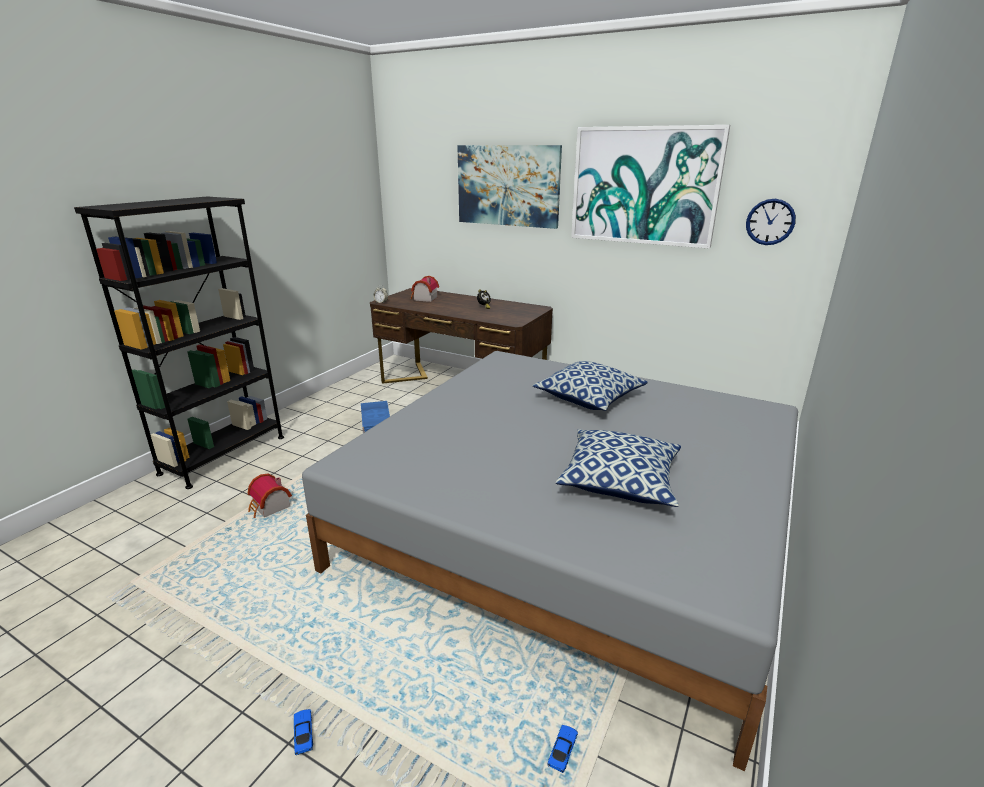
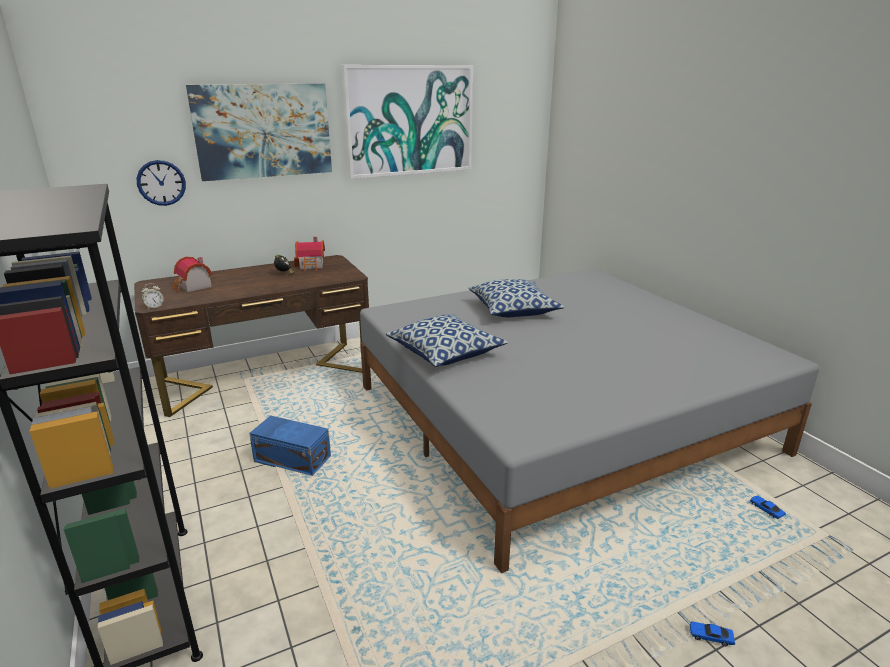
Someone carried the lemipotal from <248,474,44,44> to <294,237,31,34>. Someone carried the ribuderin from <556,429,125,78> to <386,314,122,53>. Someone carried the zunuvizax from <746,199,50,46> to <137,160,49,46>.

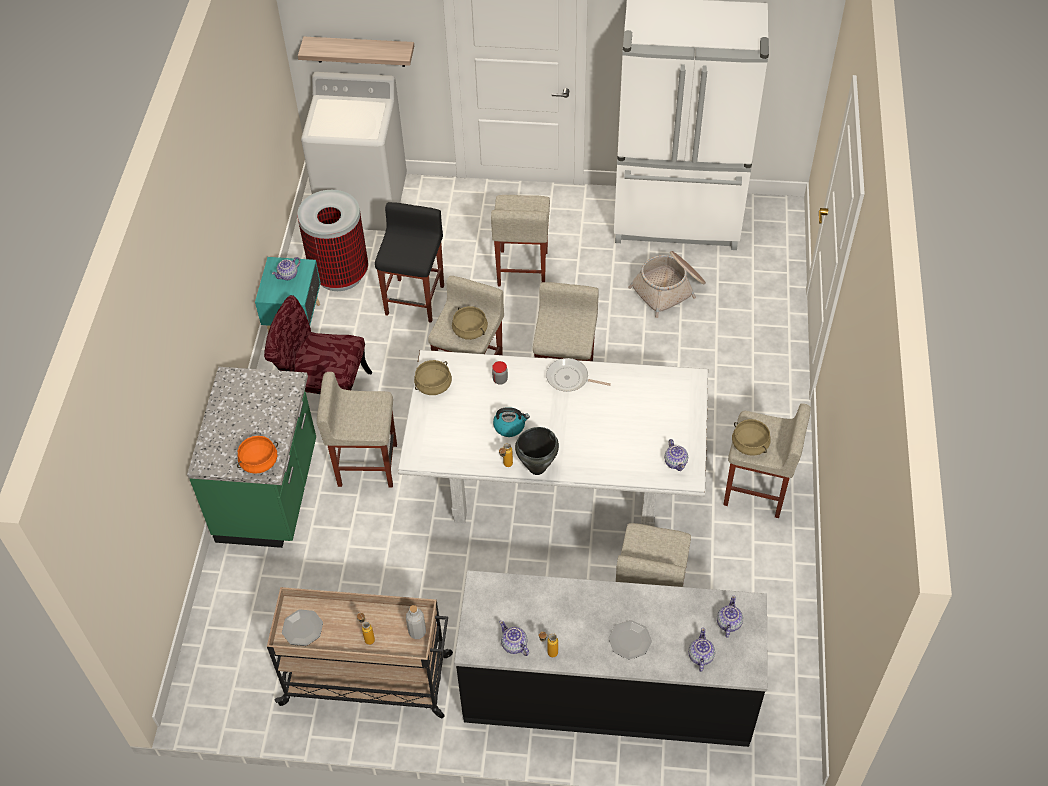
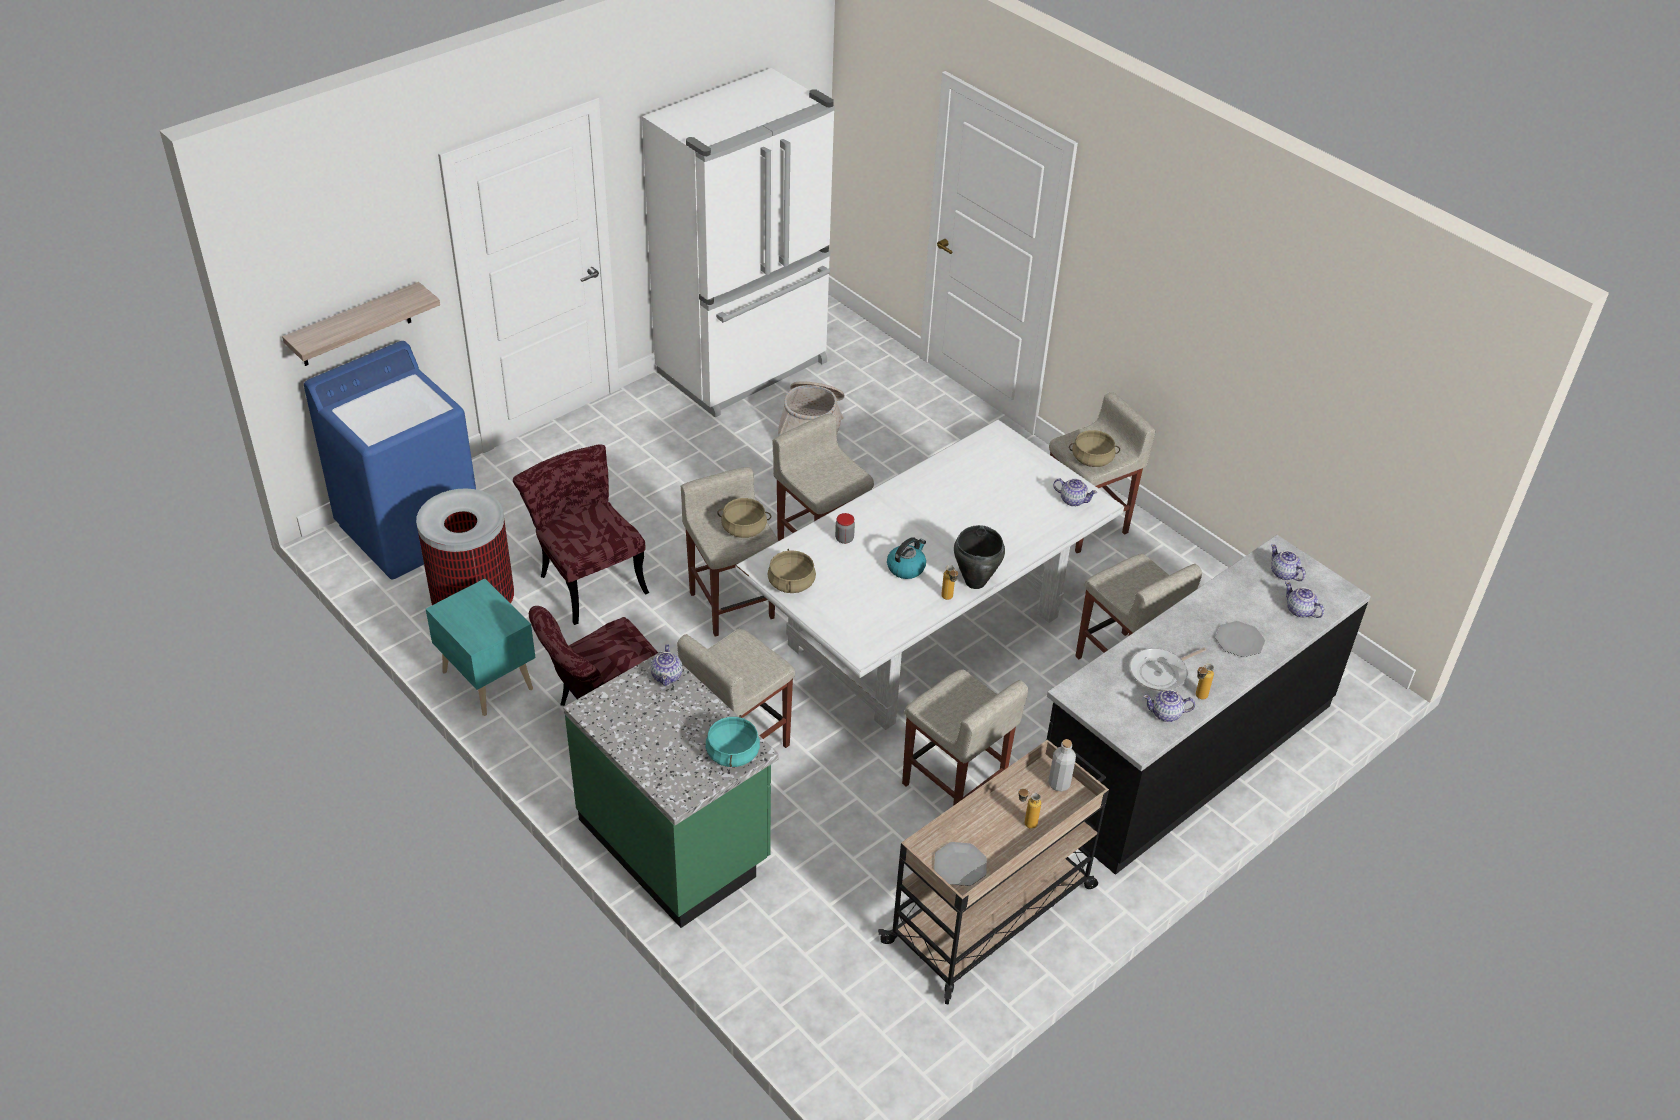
Someone carried the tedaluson from <272,257,29,23> to <651,644,31,42>. Someone carried the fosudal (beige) from <491,195,59,91> to <902,669,126,137>. Someone carried the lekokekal from <546,358,65,34> to <1130,648,76,43>. Someone swapped the fosudal (black) at <375,202,69,121> for the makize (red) at <513,444,136,181>. Someone repainted the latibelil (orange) at <237,436,41,38>, which became the latibelil (turquoise) at <706,715,54,52>. Someone repainted the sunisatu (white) at <301,72,106,159>, which became the sunisatu (blue) at <304,341,172,239>.

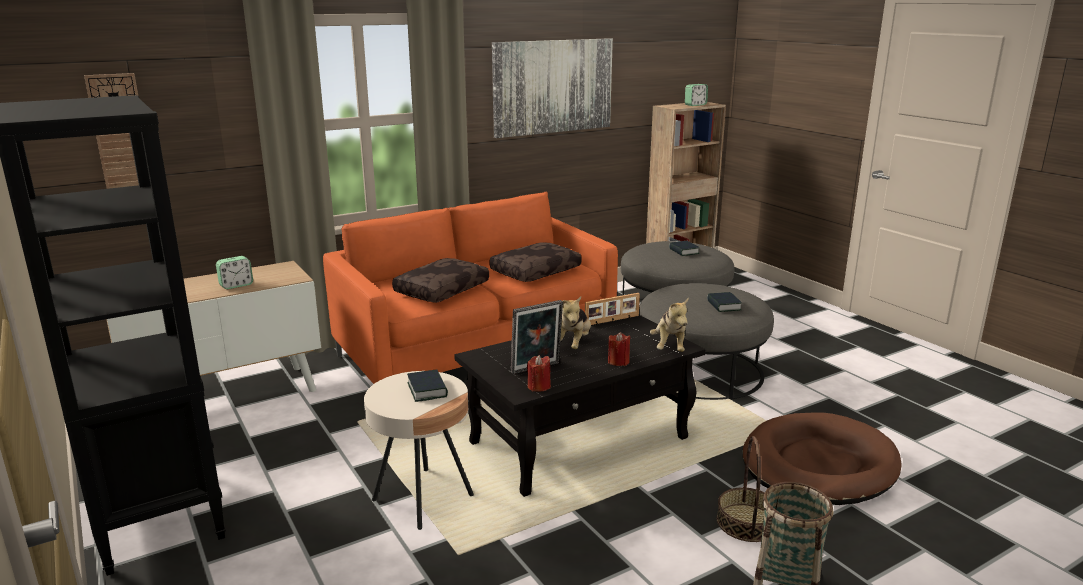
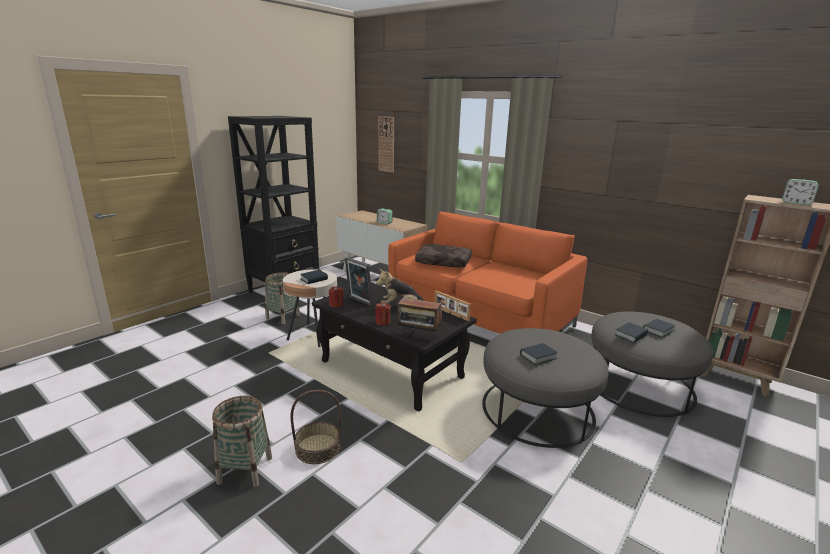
Someone took away the ribuderin (brown) at <489,242,93,40>. Someone took away the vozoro at <492,38,121,100>. Someone took away the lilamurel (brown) at <742,413,160,92>. Someone put down the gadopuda at <265,272,35,52>. Someone put down the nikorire at <615,322,33,21>. Someone swapped the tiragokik at <650,298,39,54> for the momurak at <397,298,46,36>.

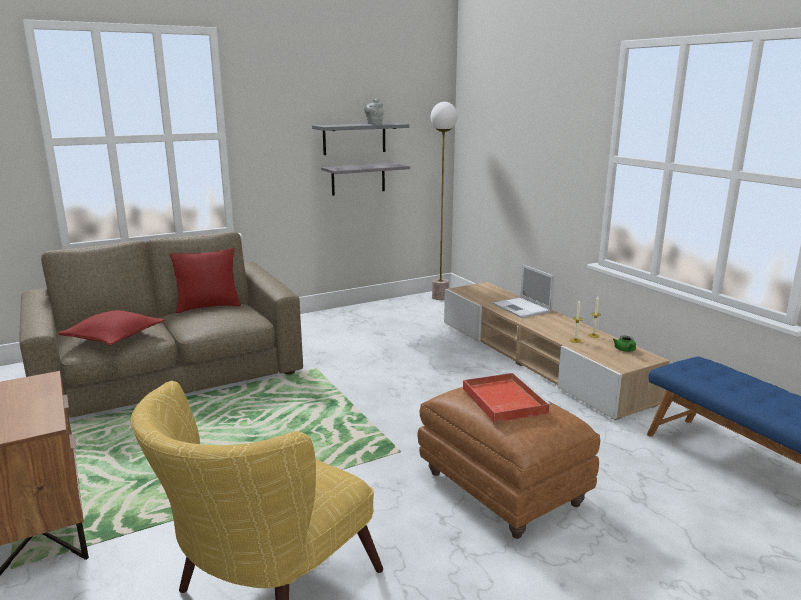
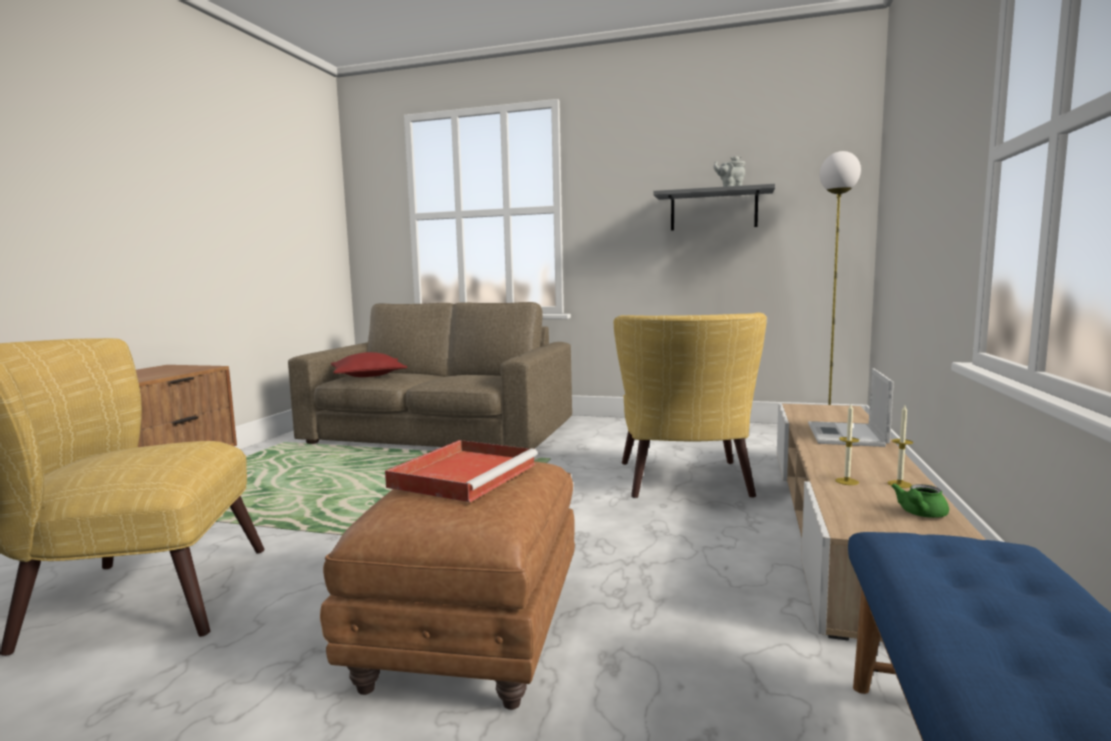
Someone took away the ribuderin (red) at <170,248,71,65>. Someone took away the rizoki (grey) at <321,163,89,33>. Someone put down the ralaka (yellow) at <614,312,153,186>.

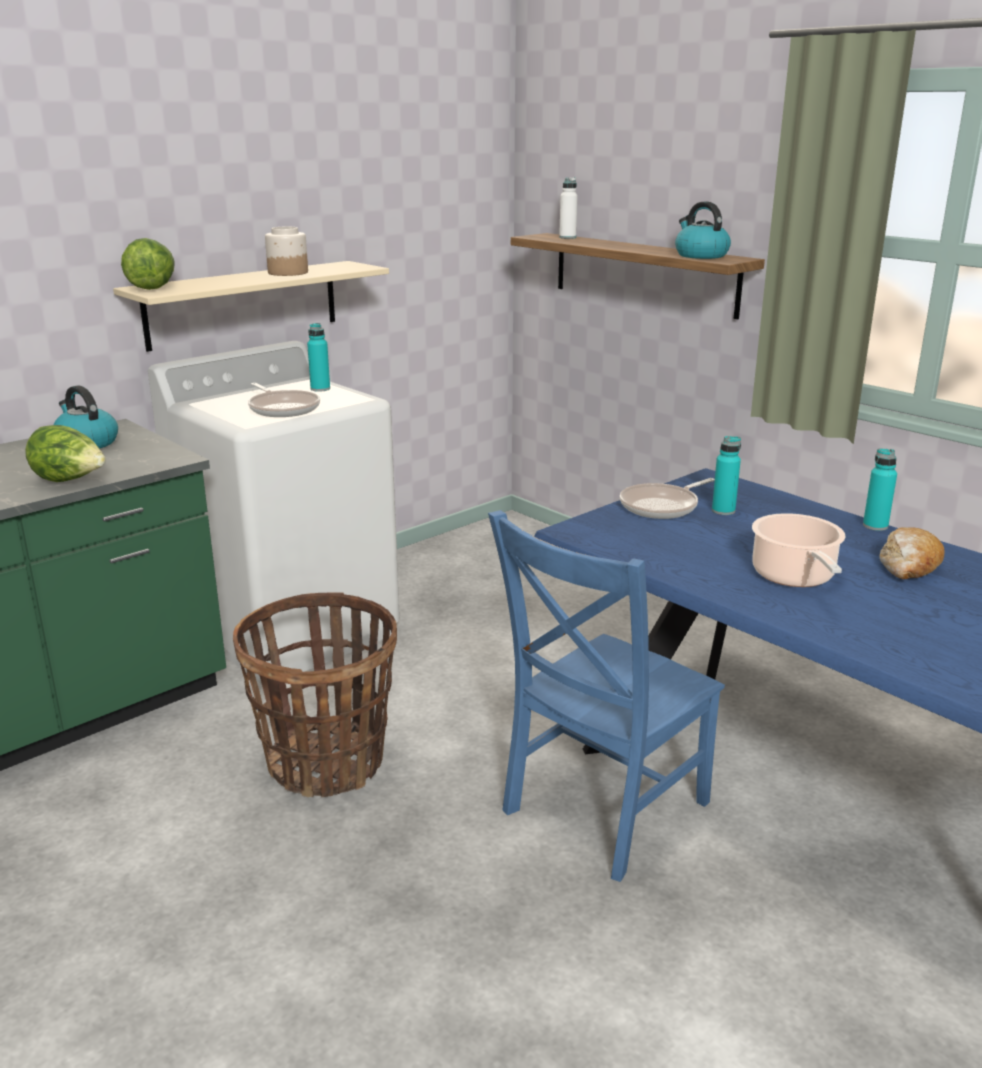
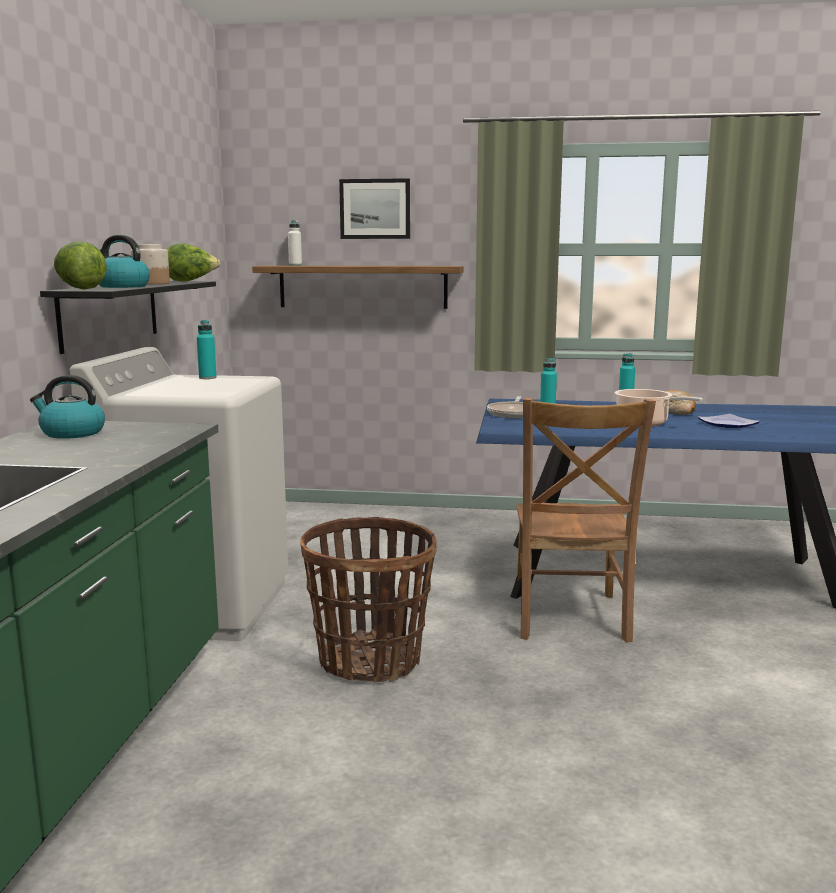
Someone took away the lekokekal at <248,383,72,34>. Someone put up the vozoro at <339,178,71,61>. Someone put down the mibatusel at <698,414,62,14>. Someone carried the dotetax from <25,425,81,57> to <167,243,53,39>. Someone carried the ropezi from <675,202,56,57> to <99,235,51,53>. Someone repainted the rizoki (beige) at <113,261,276,91>, which became the rizoki (black) at <40,281,176,73>. Someone repainted the makize (blue) at <488,510,237,372>, which became the makize (brown) at <517,398,139,245>.

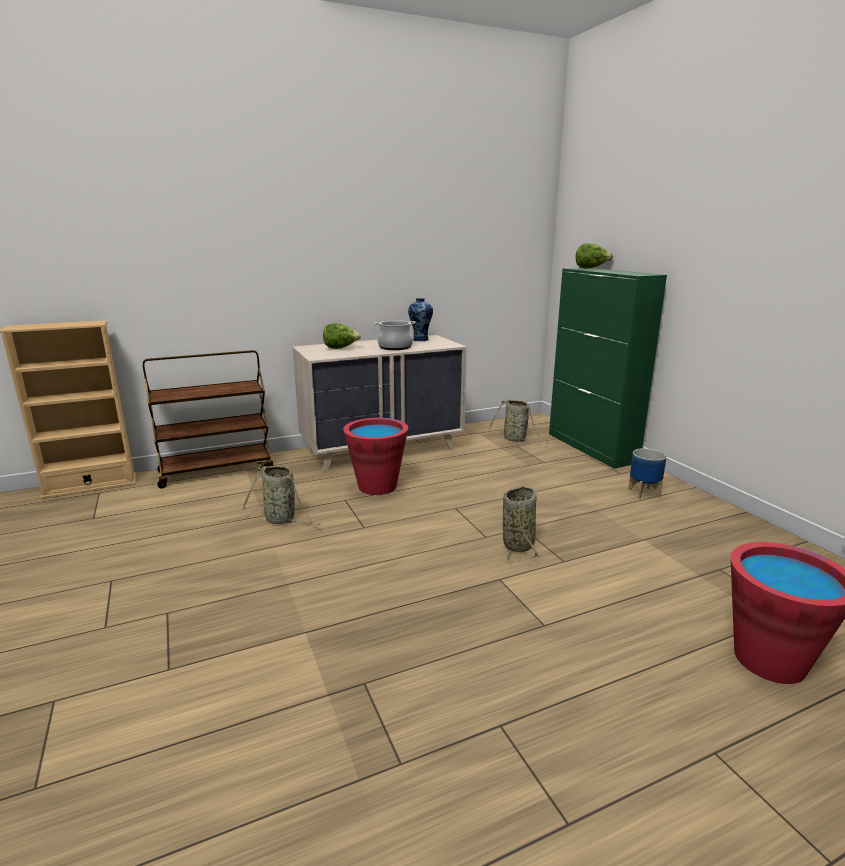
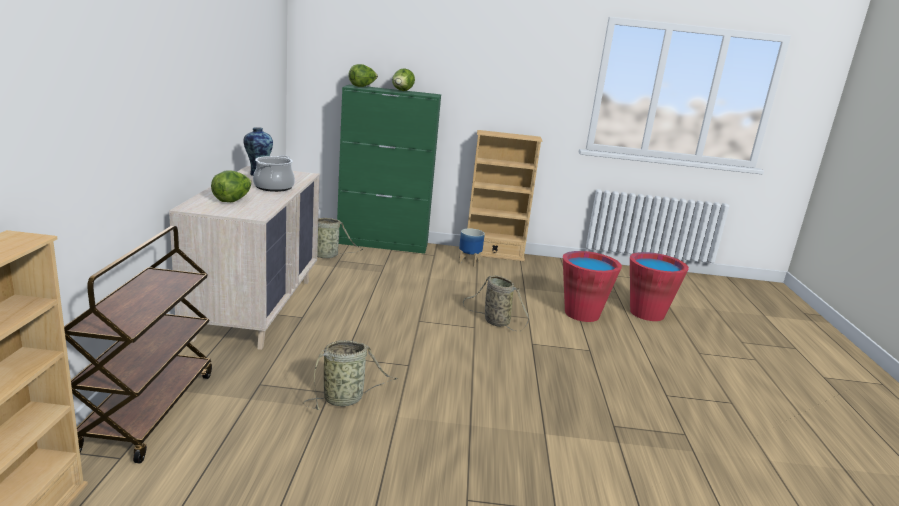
Someone put down the dotetax at <392,68,23,23>. Someone put down the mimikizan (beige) at <467,130,75,131>. Someone carried the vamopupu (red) from <343,418,65,77> to <563,251,59,71>.

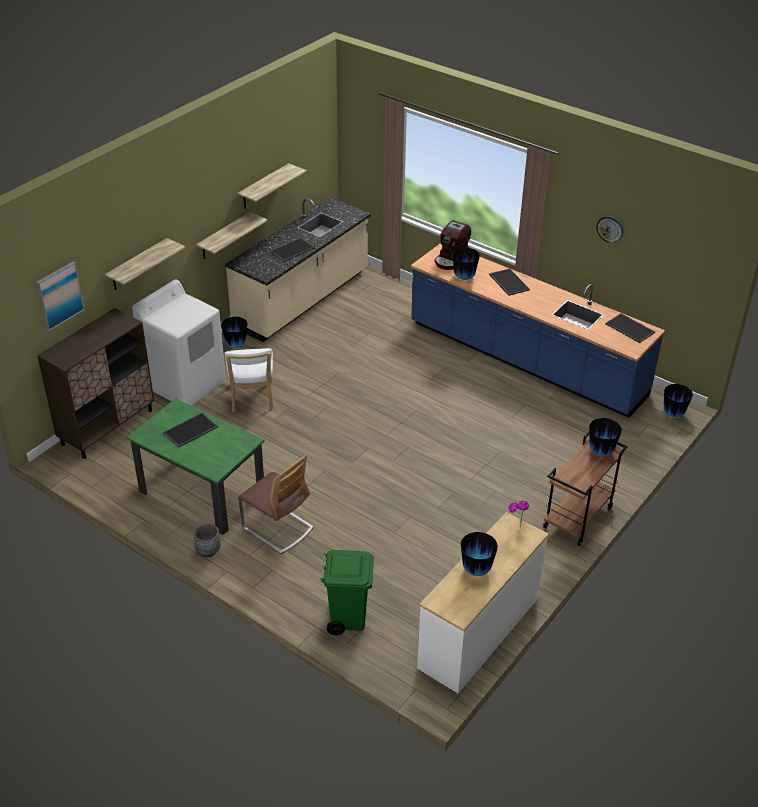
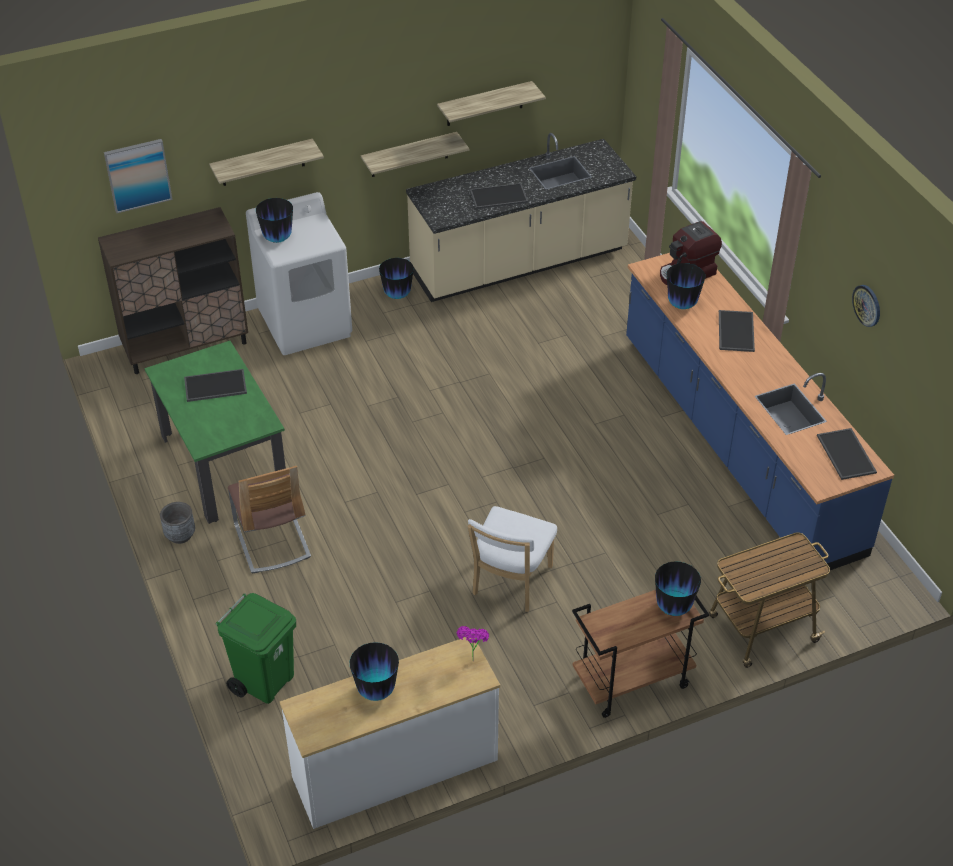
Someone put down the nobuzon at <709,532,121,136>. Someone carried the makize (white) from <225,348,48,64> to <467,506,90,106>. Someone carried the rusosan from <664,384,29,33> to <256,198,37,45>.

